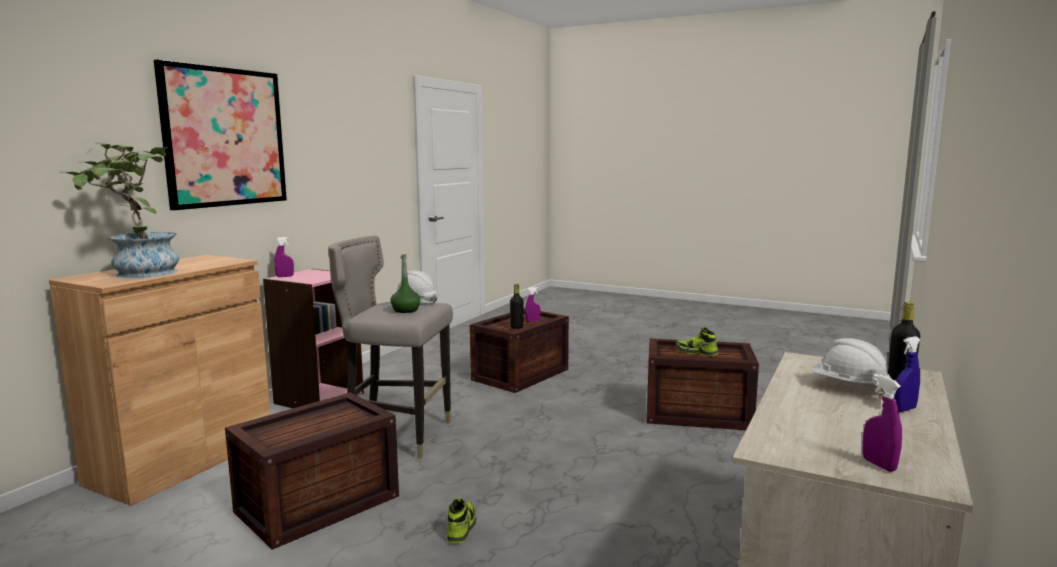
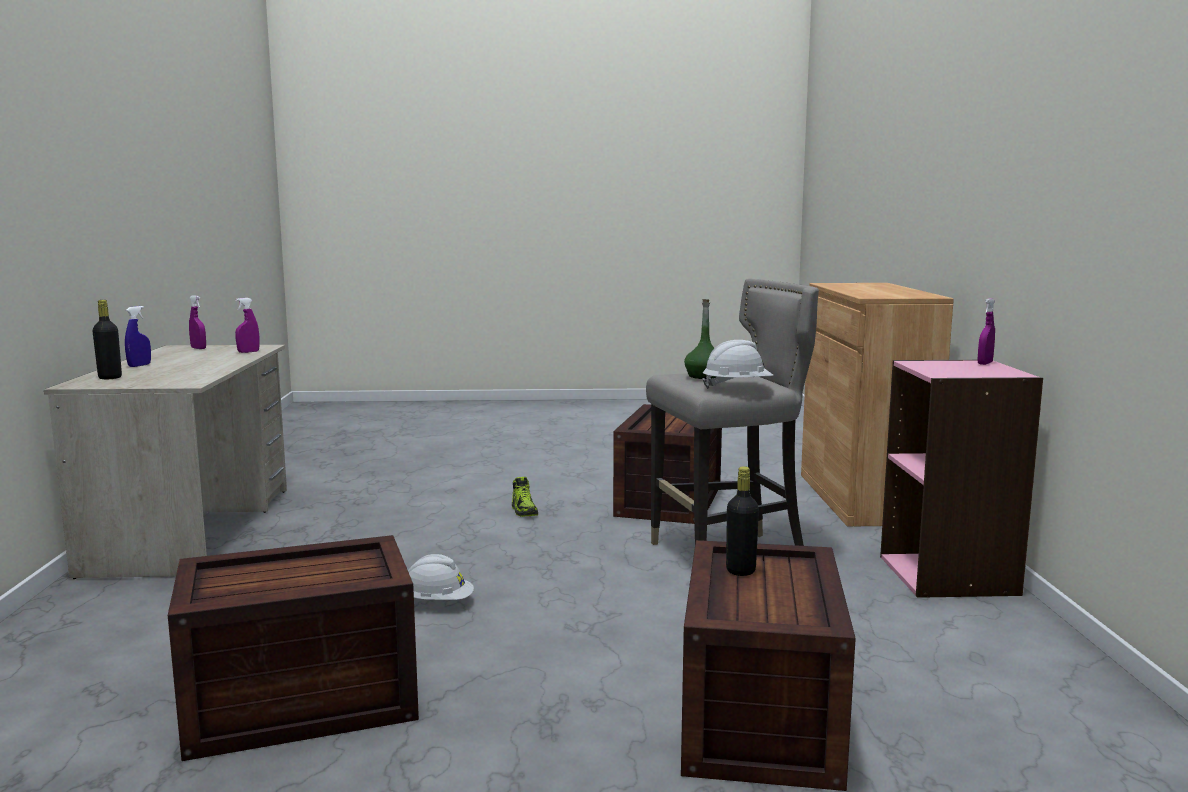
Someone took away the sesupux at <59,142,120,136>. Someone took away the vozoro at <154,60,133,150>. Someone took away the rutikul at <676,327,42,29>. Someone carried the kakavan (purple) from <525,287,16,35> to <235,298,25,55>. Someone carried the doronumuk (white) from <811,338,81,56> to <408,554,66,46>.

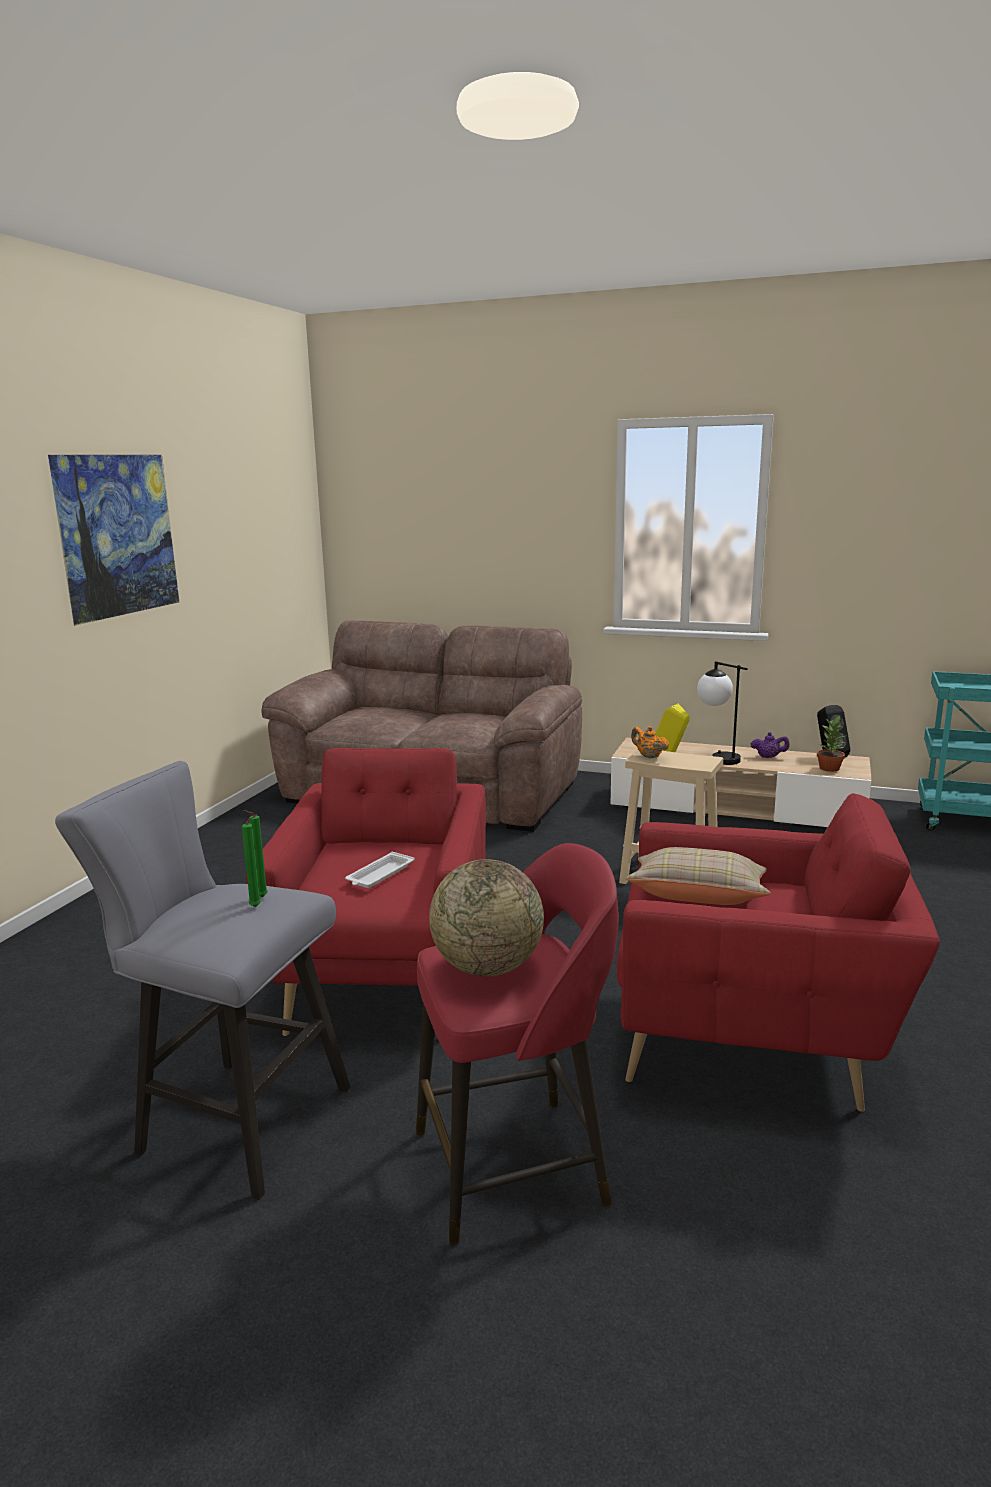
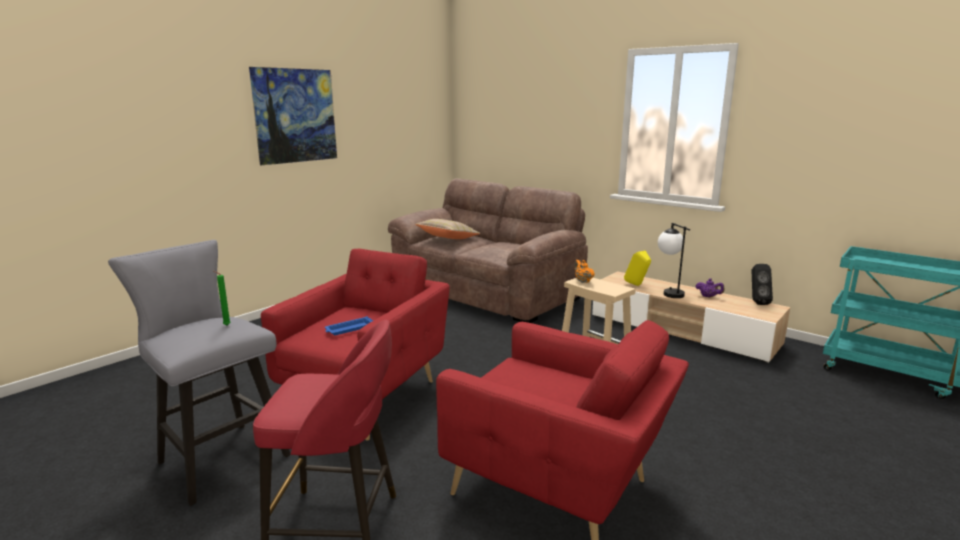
Someone took away the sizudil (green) at <242,815,19,92>. Someone took away the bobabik at <429,859,115,118>. Someone took away the sesupux at <817,716,28,56>. Someone carried the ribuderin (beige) from <626,847,145,58> to <415,219,65,20>. Someone repainted the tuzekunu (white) at <345,852,70,36>, which became the tuzekunu (blue) at <325,316,48,19>.

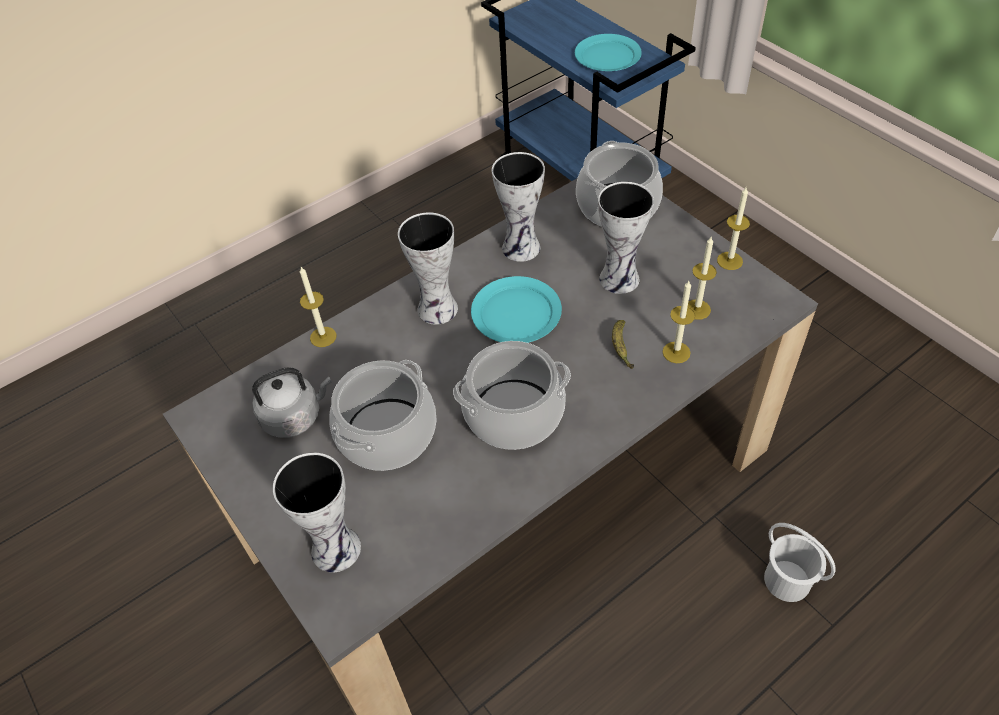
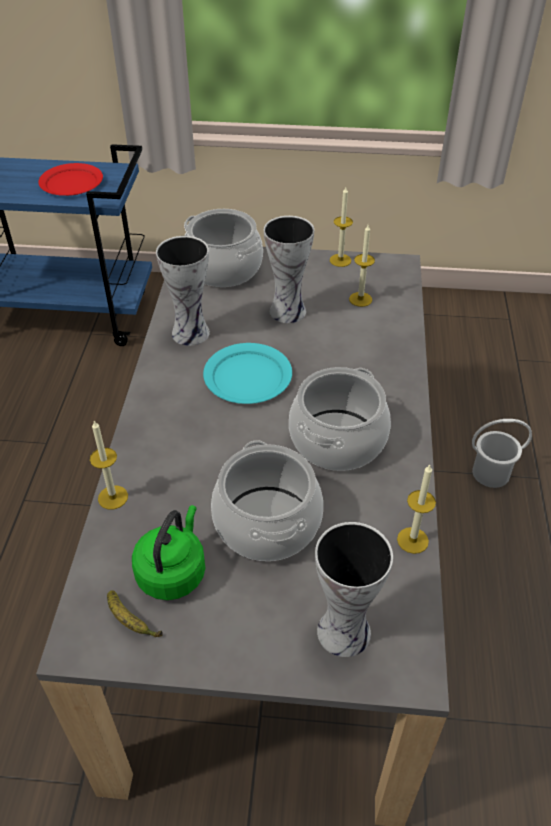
Someone took away the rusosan at <398,212,60,113>. Someone carried the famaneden from <612,320,22,49> to <107,590,56,47>. Someone carried the sizudil from <663,281,33,82> to <397,465,39,89>. Someone repainted the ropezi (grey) at <252,367,80,71>, which became the ropezi (green) at <132,505,73,95>. Someone repainted the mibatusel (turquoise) at <575,34,67,37>, which became the mibatusel (red) at <38,163,65,33>.

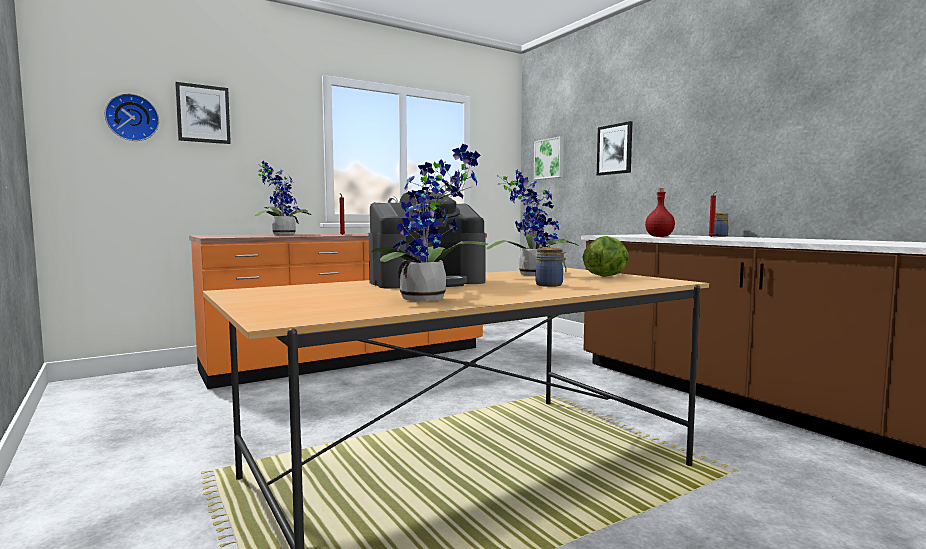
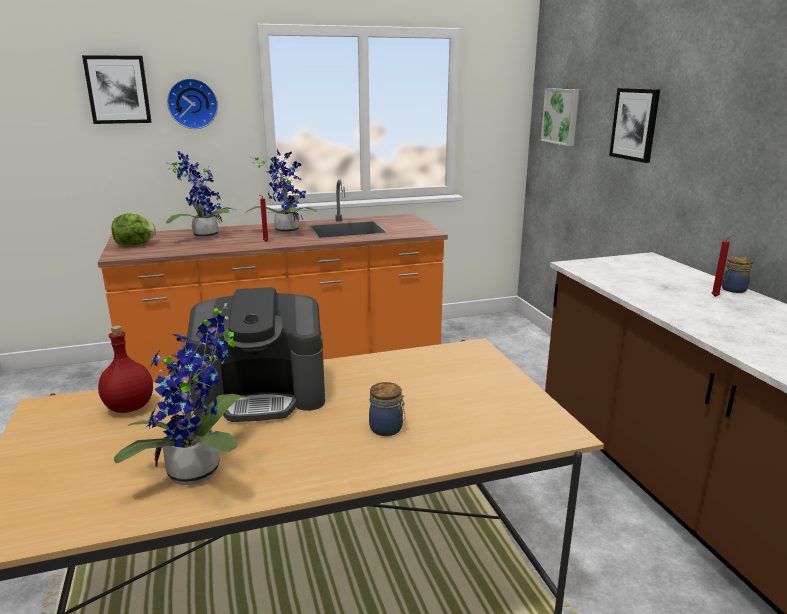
Someone carried the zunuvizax from <105,93,54,48> to <167,78,51,51>. Someone carried the sesupux from <486,169,93,107> to <246,148,71,86>. Someone carried the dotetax from <583,236,46,41> to <111,213,45,33>. Someone carried the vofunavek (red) from <645,188,30,49> to <98,325,55,88>.

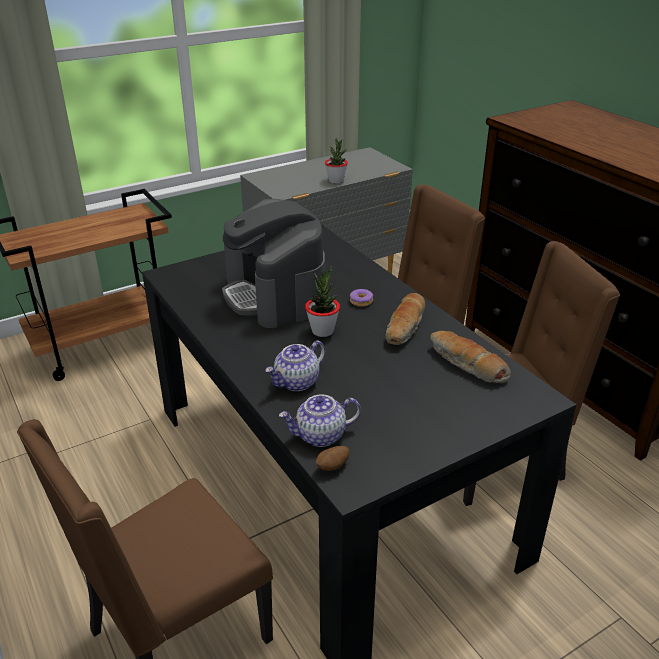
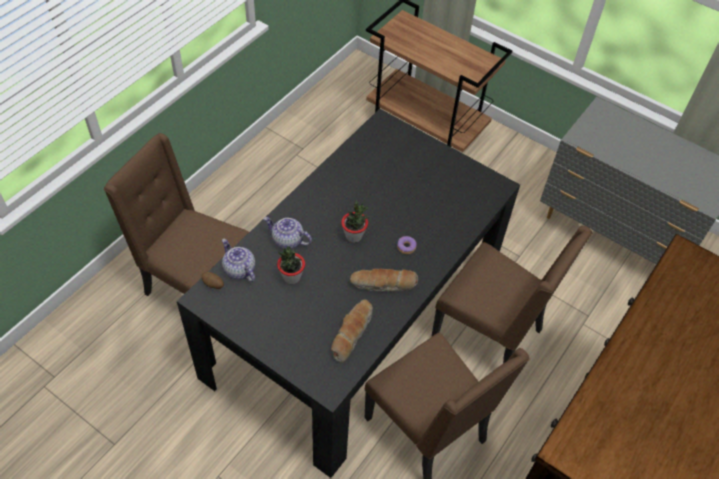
Someone took away the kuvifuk at <222,199,103,129>. Someone carried the sesupux from <325,138,23,46> to <277,246,28,38>.

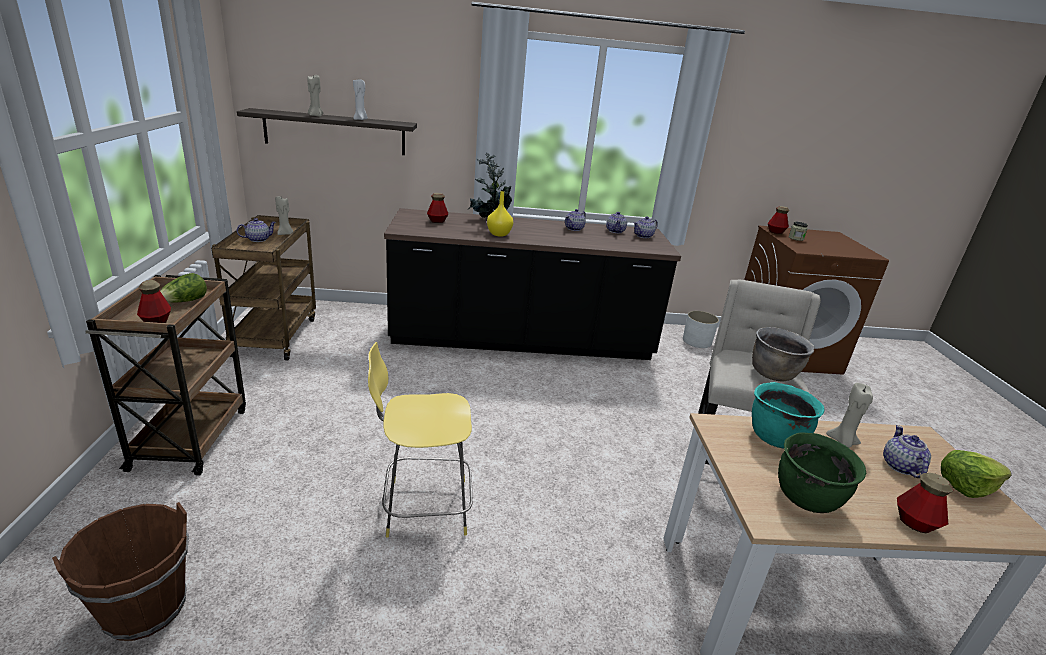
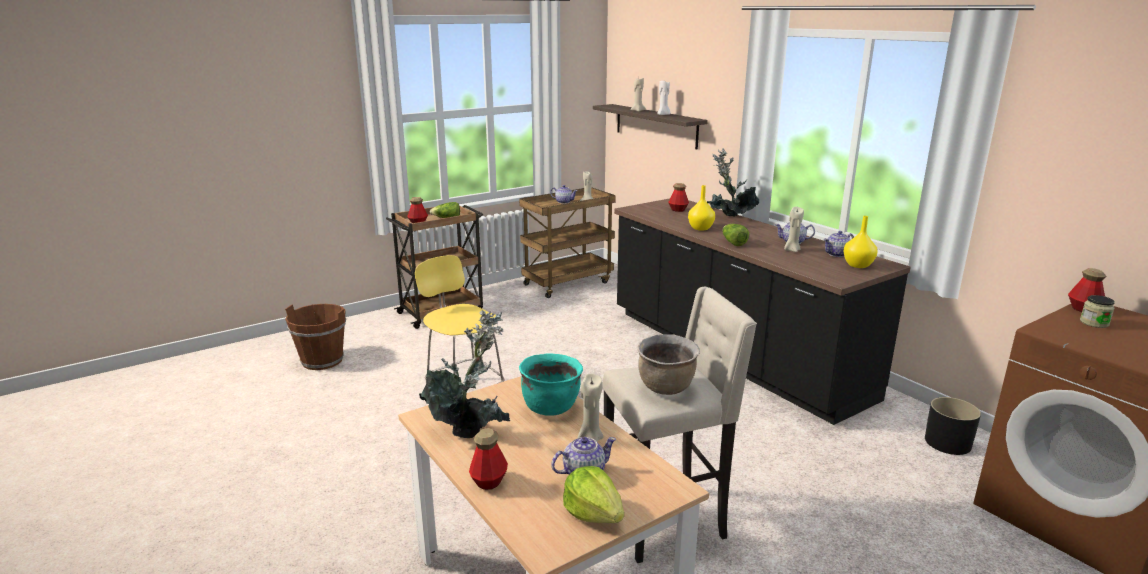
Someone put down the dotetax at <723,224,26,22>. Someone put down the sizudil (beige) at <784,207,20,45>. Someone swapped the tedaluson at <634,216,24,22> for the rusosan (yellow) at <844,216,34,52>. Someone swapped the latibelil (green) at <778,432,88,81> for the sesupux at <419,310,91,128>. Someone repainted the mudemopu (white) at <683,311,36,37>, which became the mudemopu (black) at <925,397,56,58>.

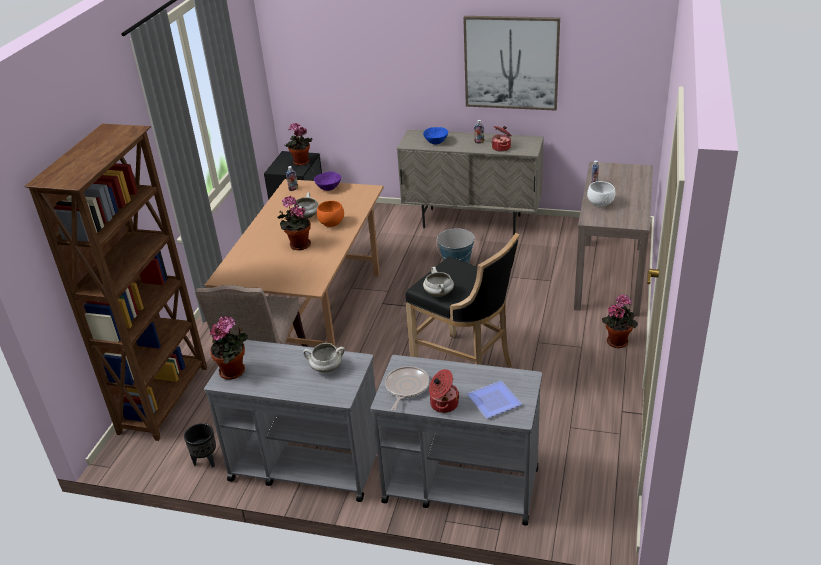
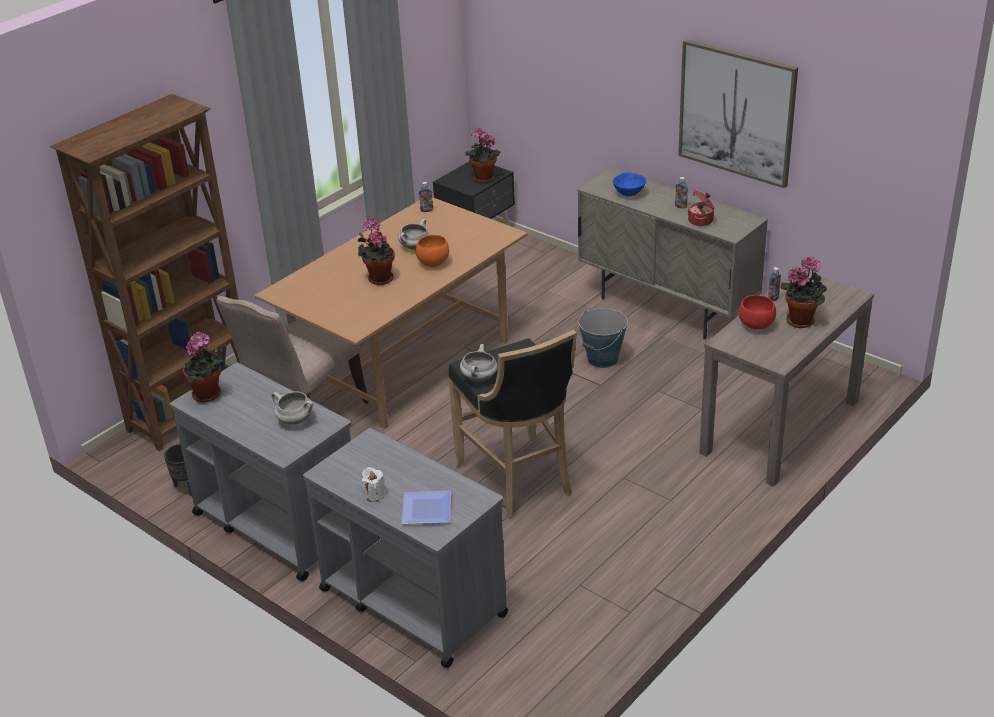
Someone took away the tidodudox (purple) at <314,172,27,19>. Someone took away the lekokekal at <385,366,44,45>. Someone carried the sesupux from <602,295,36,53> to <780,256,47,72>. Someone swapped the latibelil at <429,369,30,44> for the sizudil (white) at <362,467,24,35>. Someone repainted the tidodudox (white) at <587,181,28,26>, which became the tidodudox (red) at <739,295,37,34>.

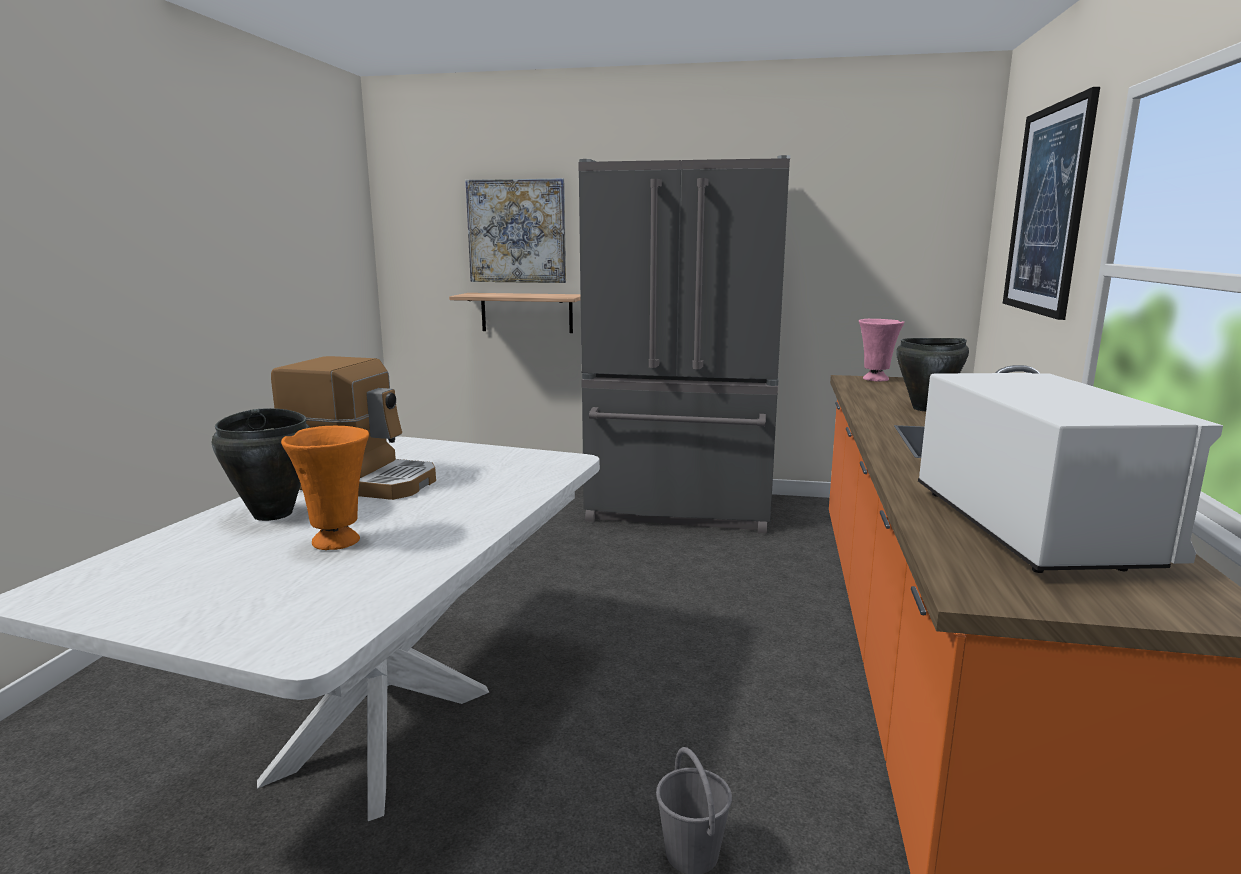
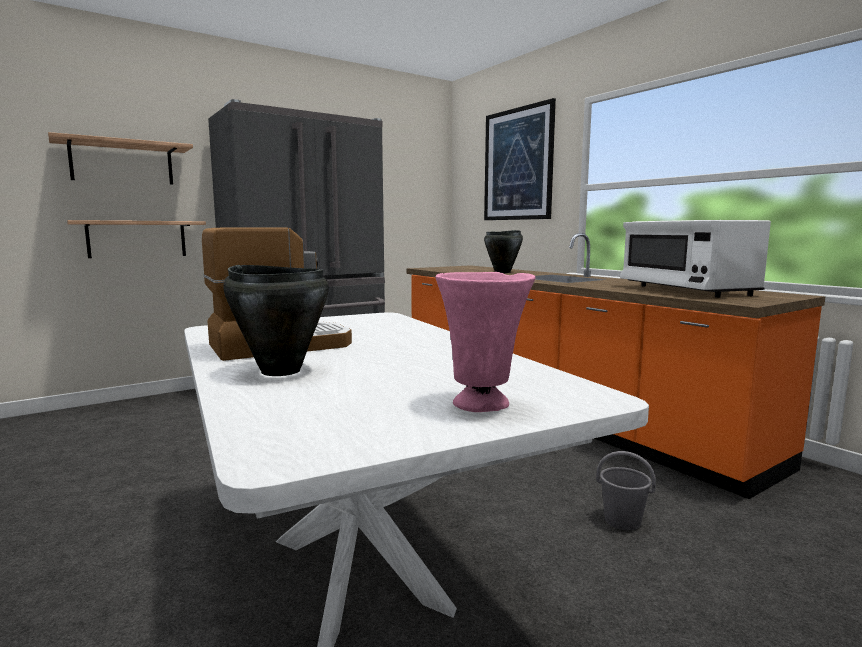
Someone took away the rusosan (orange) at <281,426,88,124>. Someone carried the rusosan (pink) from <859,319,46,62> to <435,272,101,140>. Someone swapped the vozoro at <466,178,100,105> for the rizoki at <48,132,145,52>. Someone rotated the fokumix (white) at <918,373,305,200> by 150 degrees counterclockwise.

